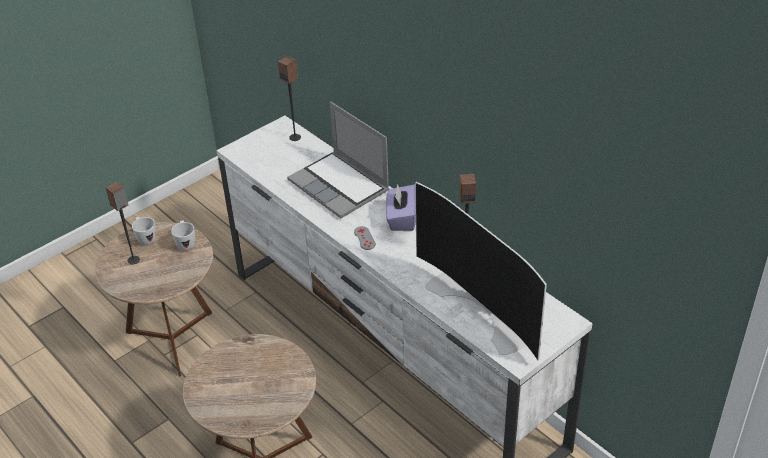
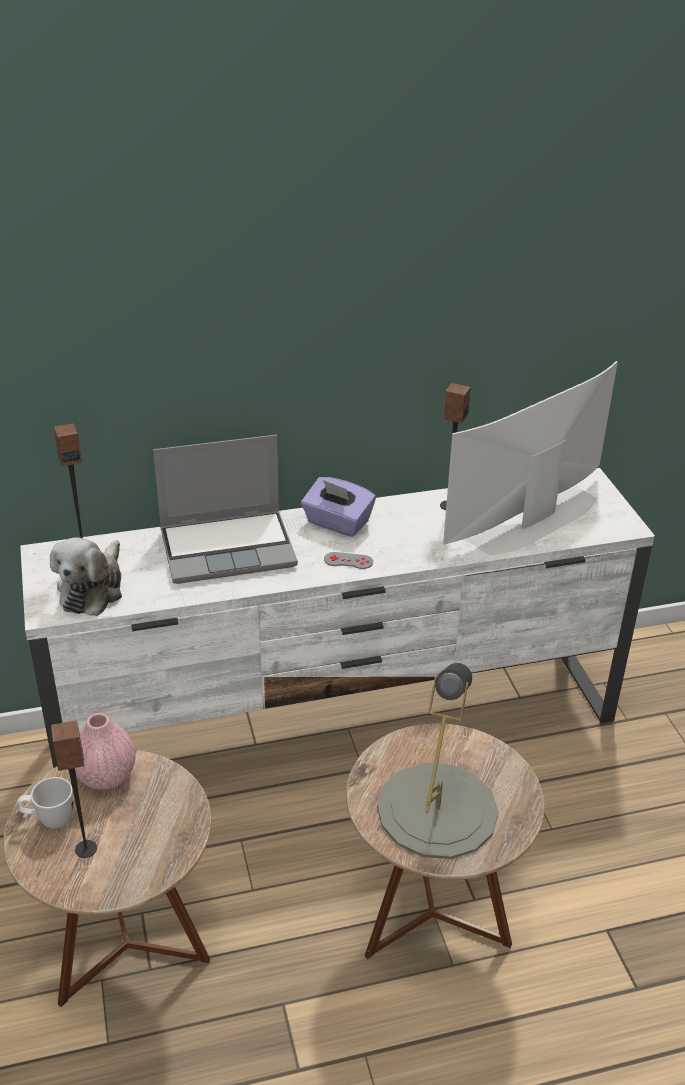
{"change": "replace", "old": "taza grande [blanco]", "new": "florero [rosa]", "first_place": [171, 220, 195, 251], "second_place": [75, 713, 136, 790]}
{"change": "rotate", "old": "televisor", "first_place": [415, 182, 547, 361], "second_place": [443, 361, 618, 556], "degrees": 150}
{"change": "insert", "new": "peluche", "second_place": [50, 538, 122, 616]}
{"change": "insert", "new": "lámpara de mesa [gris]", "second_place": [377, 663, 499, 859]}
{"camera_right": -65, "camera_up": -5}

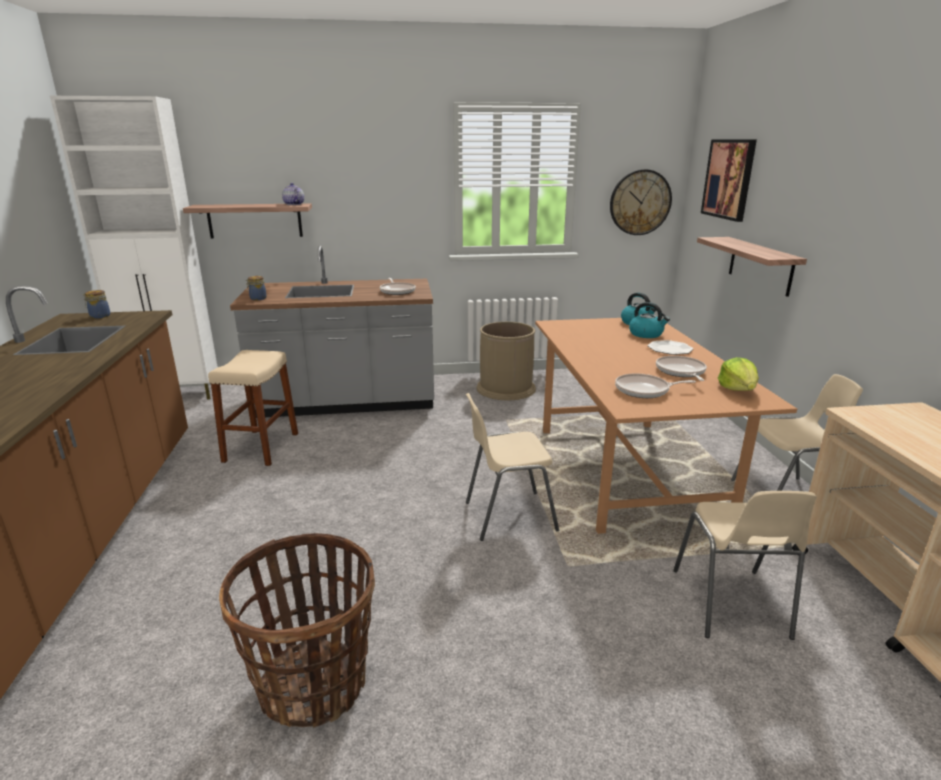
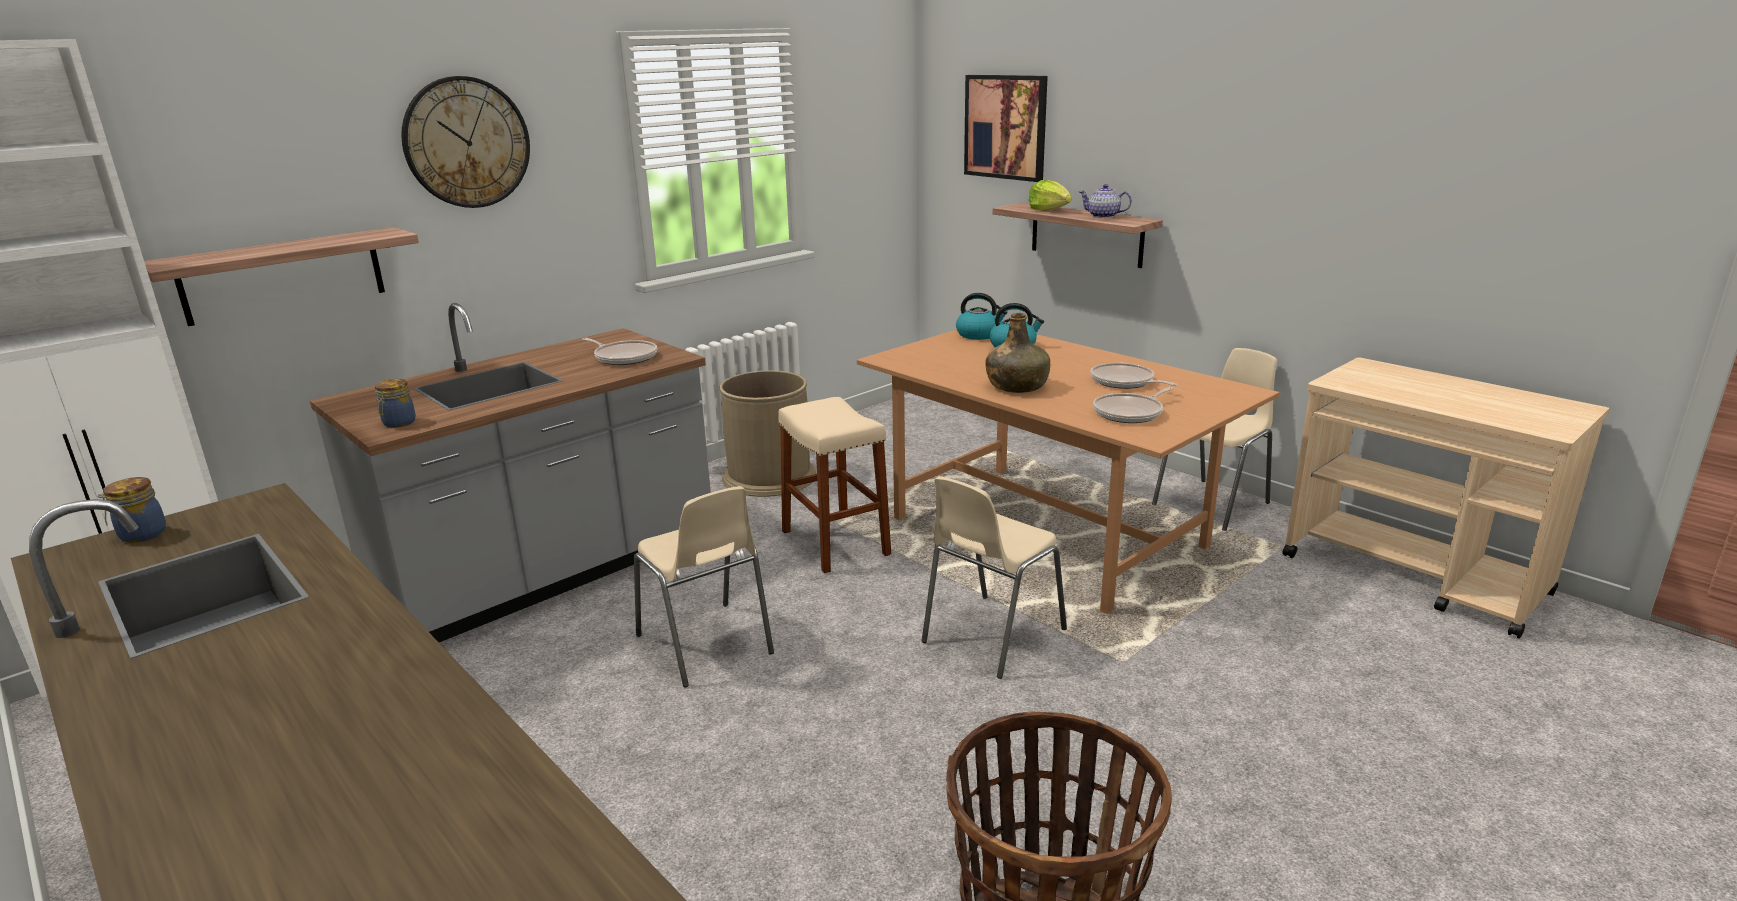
{"change": "move", "old": "taburete [beis]", "first_place": [208, 350, 298, 466], "second_place": [778, 397, 891, 573]}
{"change": "move", "old": "tetera", "first_place": [282, 183, 304, 205], "second_place": [1079, 184, 1132, 218]}
{"change": "move", "old": "reloj de pared", "first_place": [610, 169, 672, 235], "second_place": [401, 76, 530, 208]}
{"change": "delete", "old": "plato", "first_place": [648, 340, 693, 355]}
{"change": "move", "old": "silla [beis]", "first_place": [673, 491, 817, 640], "second_place": [634, 486, 774, 688]}
{"change": "move", "old": "lechuga", "first_place": [718, 357, 759, 391], "second_place": [1028, 180, 1072, 211]}
{"change": "insert", "new": "botella [verde]", "second_place": [985, 313, 1050, 393]}
{"camera_right": -35, "camera_up": 0}

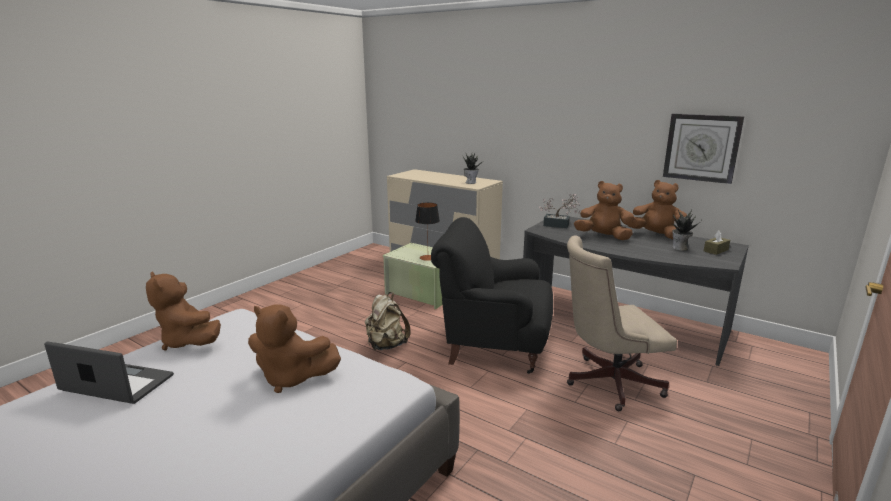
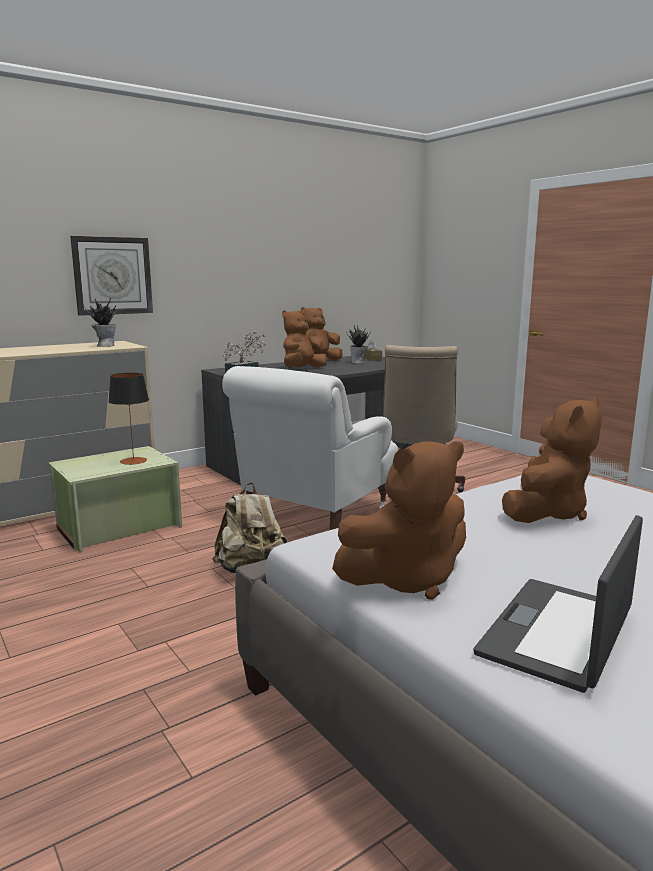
{"change": "recolor", "old": "sillón [negro]", "new": "sillón [blanco]", "first_place": [431, 217, 553, 374], "second_place": [222, 366, 398, 530]}
{"change": "move", "old": "reloj de pared", "first_place": [663, 113, 744, 184], "second_place": [70, 236, 153, 316]}
{"camera_right": -70, "camera_up": -5}

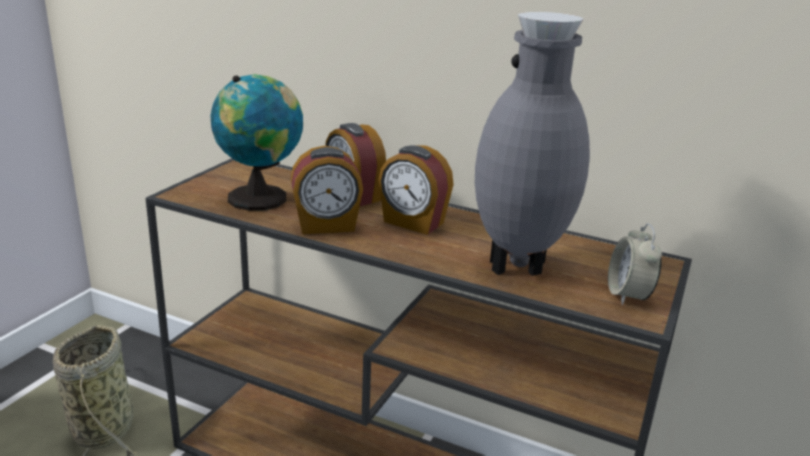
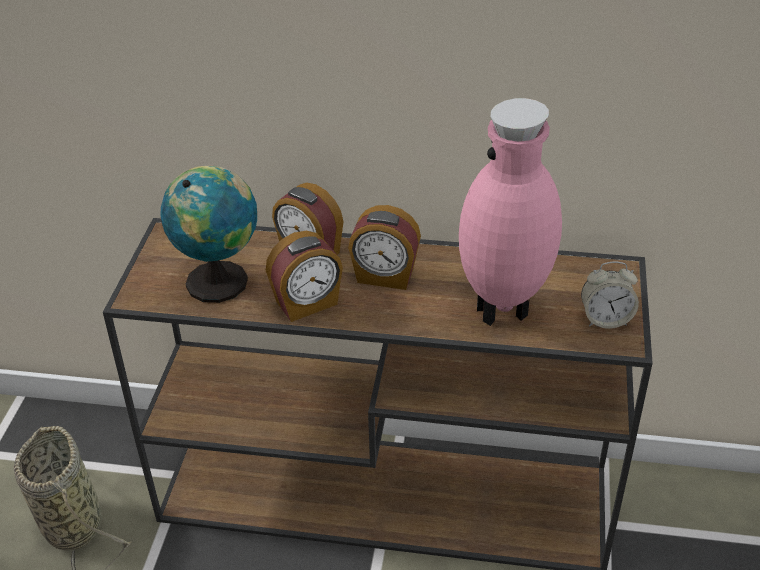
{"change": "recolor", "old": "florero [gris]", "new": "florero [rosa]", "first_place": [475, 12, 590, 276], "second_place": [459, 98, 562, 326]}
{"change": "rotate", "old": "despertador", "first_place": [608, 223, 662, 305], "second_place": [581, 261, 639, 329], "degrees": -75}
{"camera_right": -15, "camera_up": 15}

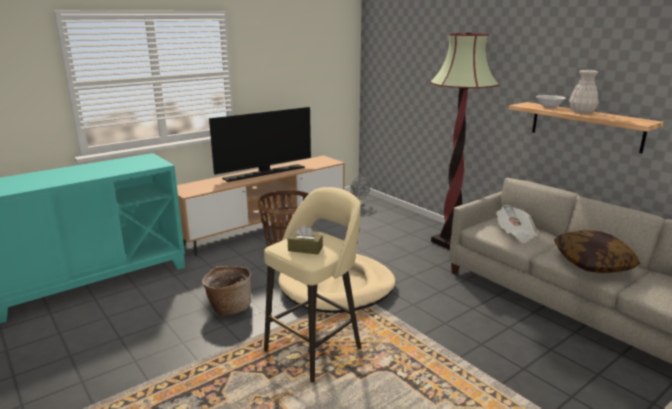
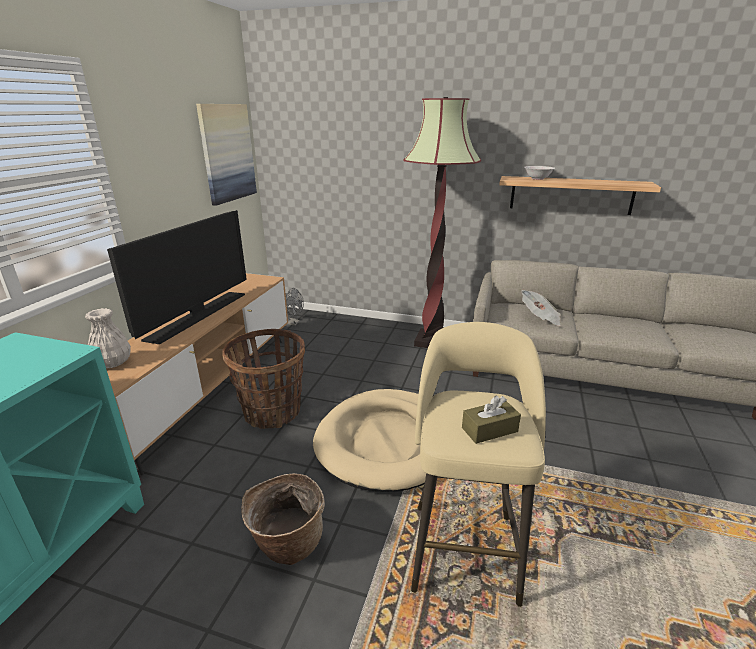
{"change": "delete", "old": "cojín", "first_place": [554, 230, 640, 273]}
{"change": "move", "old": "florero [blanco]", "first_place": [569, 70, 599, 114], "second_place": [85, 308, 131, 368]}
{"change": "insert", "new": "cuadro", "second_place": [196, 104, 257, 206]}
{"camera_right": -35, "camera_up": 5}

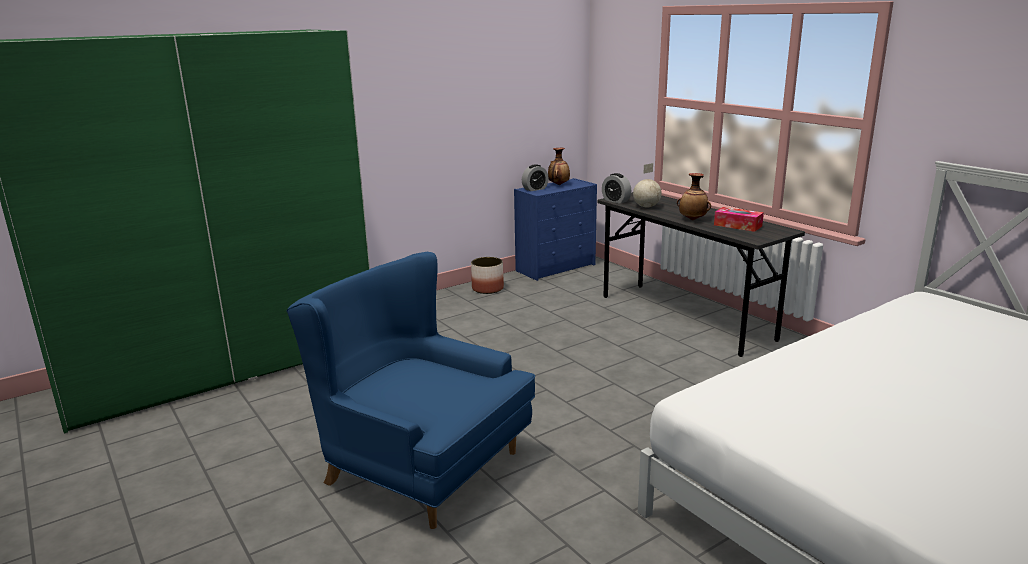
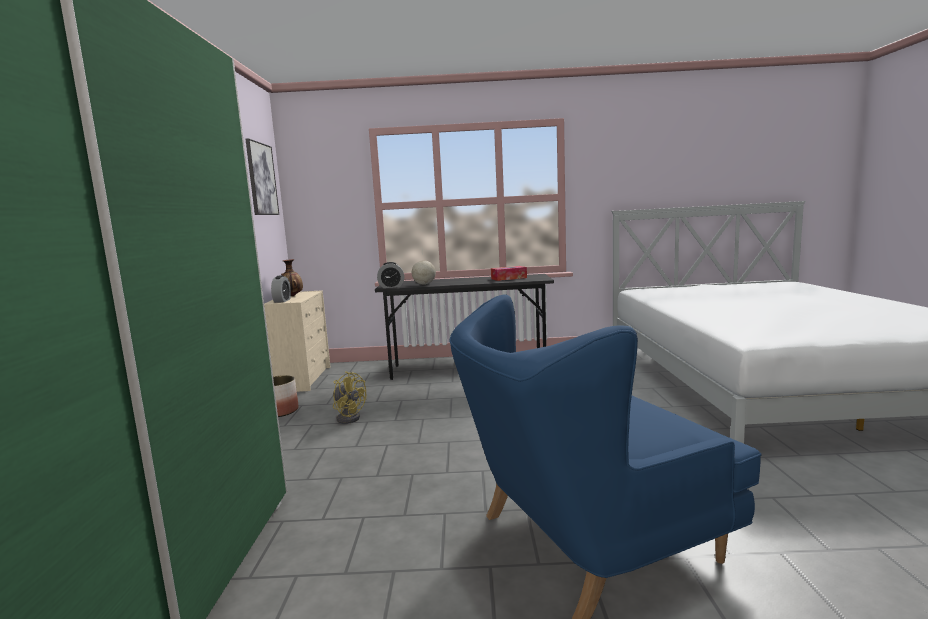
{"change": "recolor", "old": "cómoda [azul]", "new": "cómoda [beis]", "first_place": [514, 178, 597, 281], "second_place": [264, 290, 331, 392]}
{"change": "delete", "old": "florero", "first_place": [677, 173, 711, 220]}
{"change": "insert", "new": "cuadro", "second_place": [245, 138, 279, 215]}
{"change": "insert", "new": "ventilador [amarillo]", "second_place": [333, 371, 366, 424]}
{"camera_right": -55, "camera_up": -10}

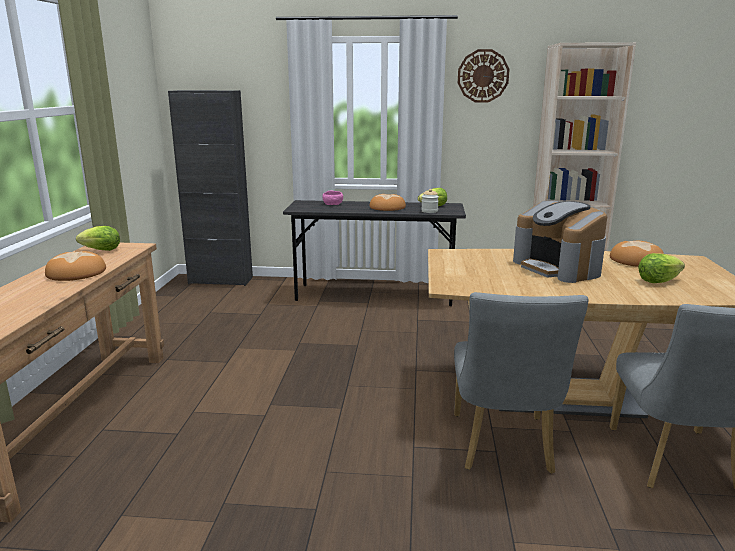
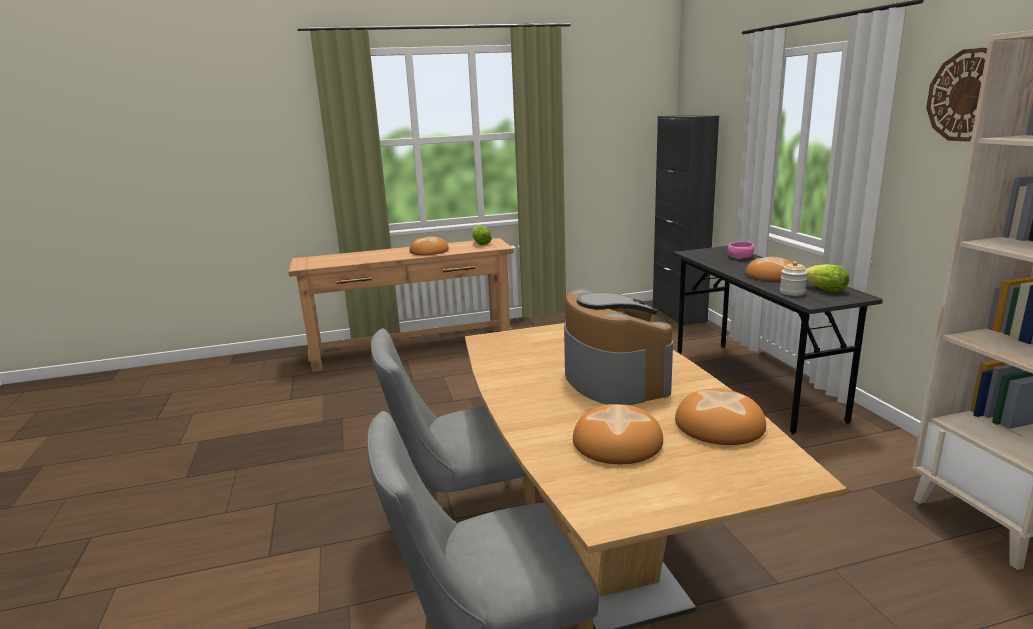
{"change": "rotate", "old": "cafetera", "first_place": [513, 201, 607, 283], "second_place": [564, 288, 673, 405], "degrees": 120}
{"change": "replace", "old": "lechuga", "new": "pan", "first_place": [638, 253, 685, 283], "second_place": [573, 404, 663, 464]}
{"camera_right": 70, "camera_up": 0}

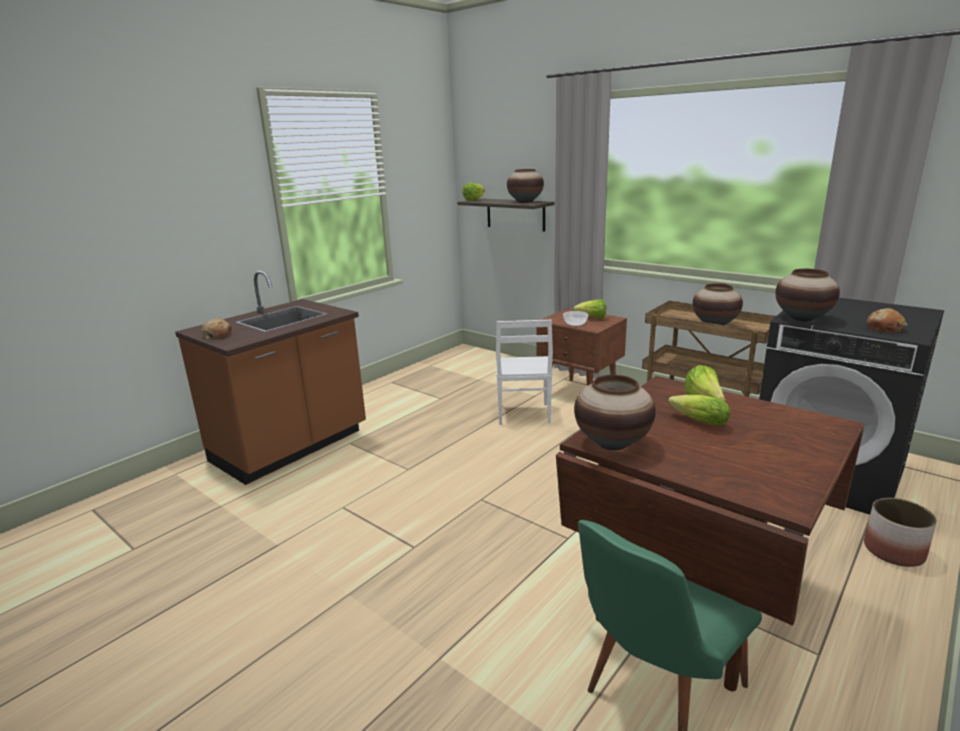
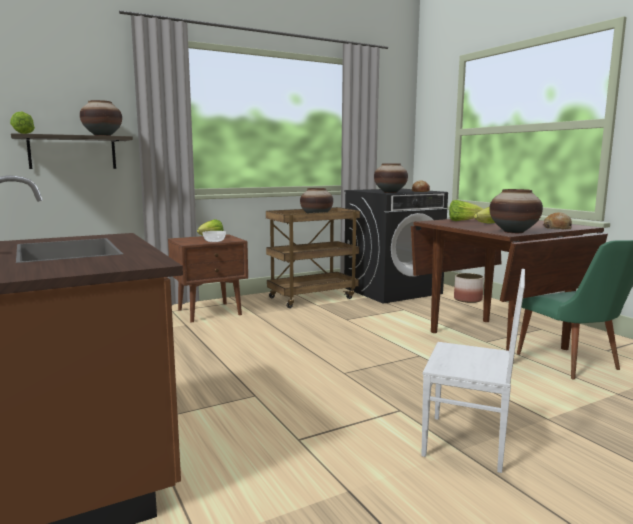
{"change": "move", "old": "pan", "first_place": [202, 318, 232, 339], "second_place": [543, 212, 572, 229]}
{"change": "move", "old": "silla [blanco]", "first_place": [496, 320, 553, 425], "second_place": [421, 269, 525, 473]}
{"camera_right": -70, "camera_up": -10}

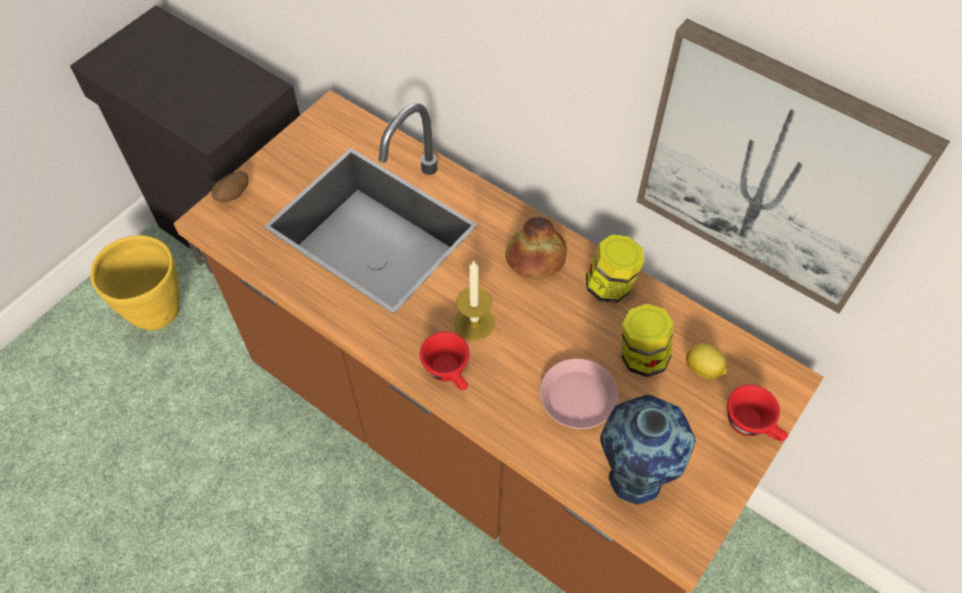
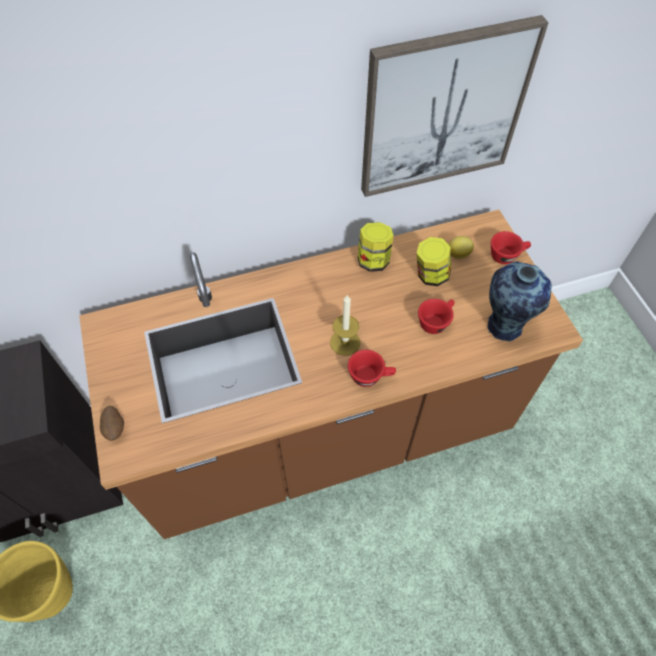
{"change": "delete", "old": "pan", "first_place": [505, 217, 567, 280]}
{"change": "replace", "old": "plato [rosa]", "new": "taza [rojo]", "first_place": [540, 358, 618, 429], "second_place": [418, 299, 455, 334]}
{"camera_right": -55, "camera_up": 0}

